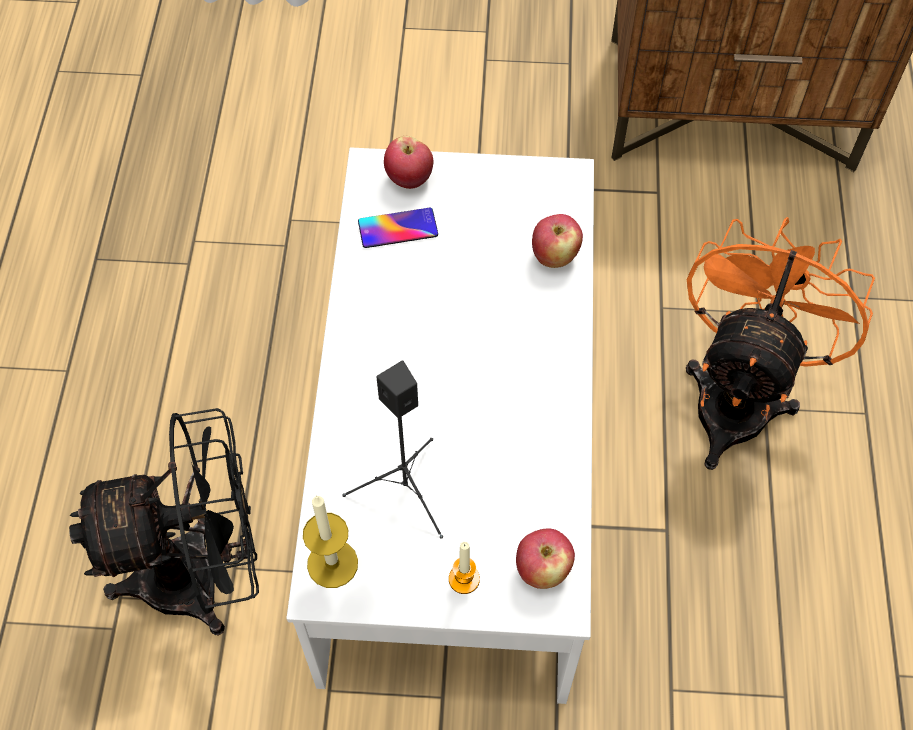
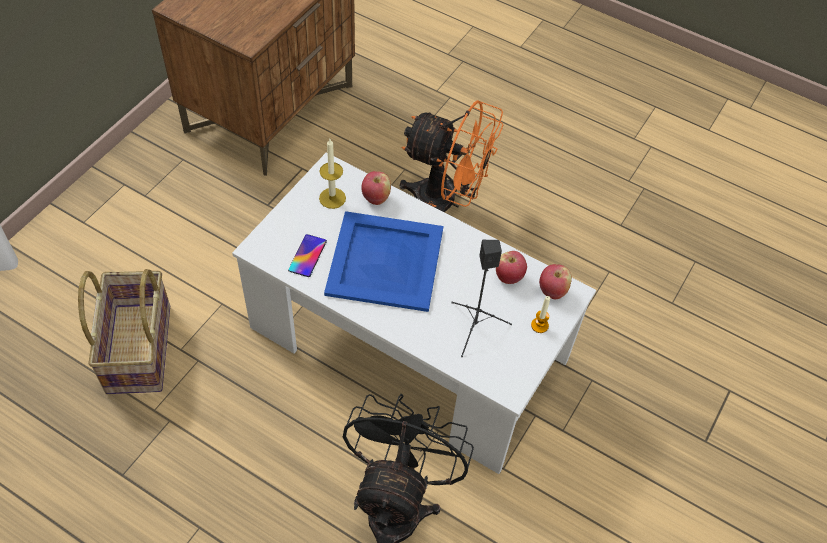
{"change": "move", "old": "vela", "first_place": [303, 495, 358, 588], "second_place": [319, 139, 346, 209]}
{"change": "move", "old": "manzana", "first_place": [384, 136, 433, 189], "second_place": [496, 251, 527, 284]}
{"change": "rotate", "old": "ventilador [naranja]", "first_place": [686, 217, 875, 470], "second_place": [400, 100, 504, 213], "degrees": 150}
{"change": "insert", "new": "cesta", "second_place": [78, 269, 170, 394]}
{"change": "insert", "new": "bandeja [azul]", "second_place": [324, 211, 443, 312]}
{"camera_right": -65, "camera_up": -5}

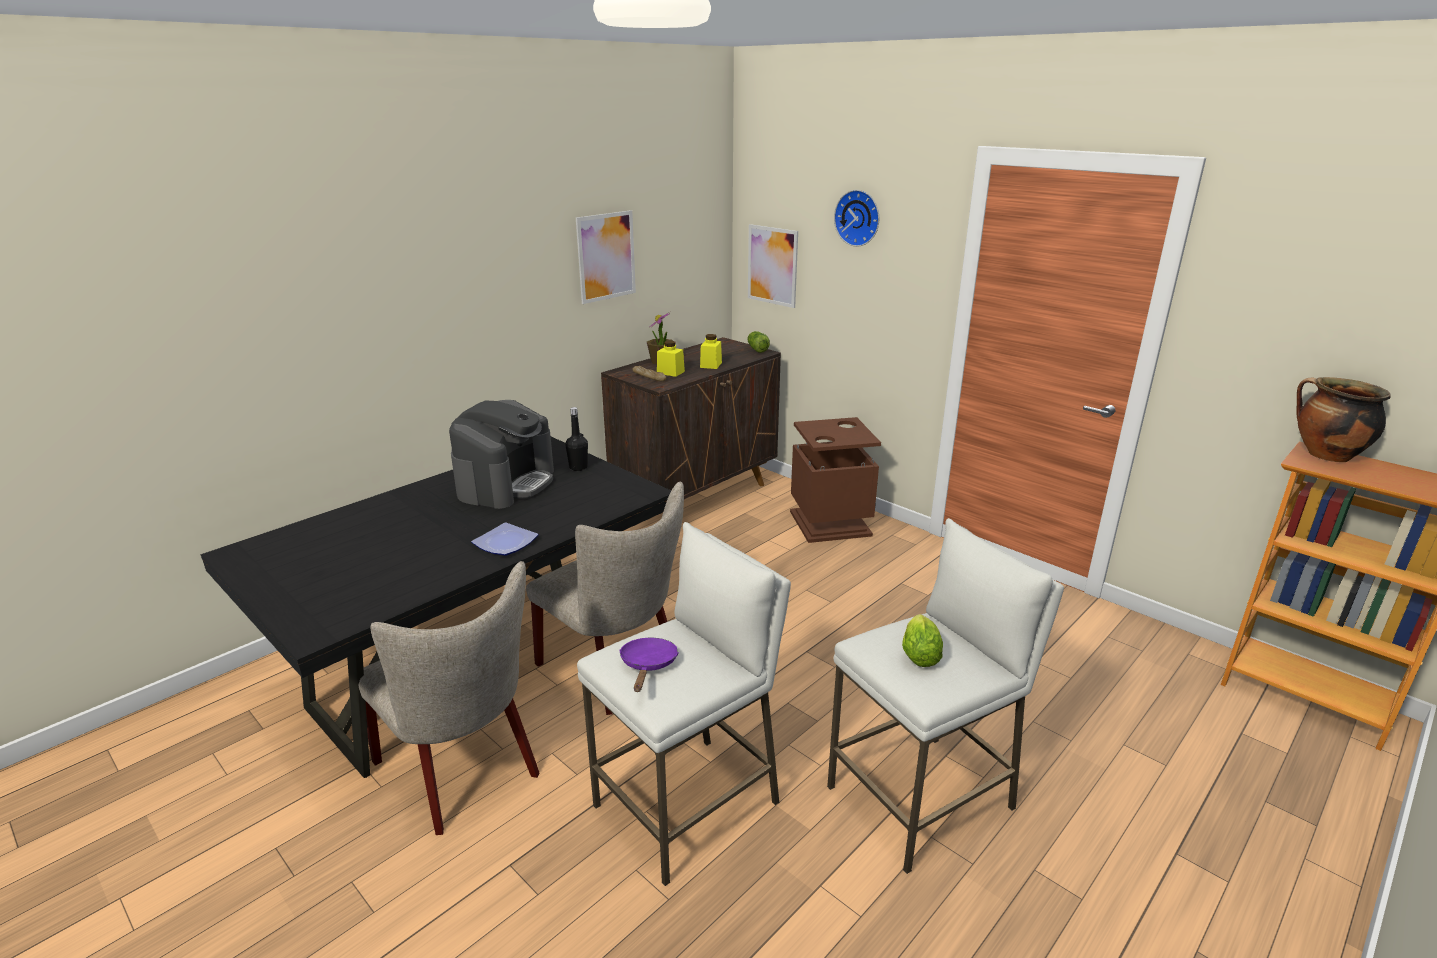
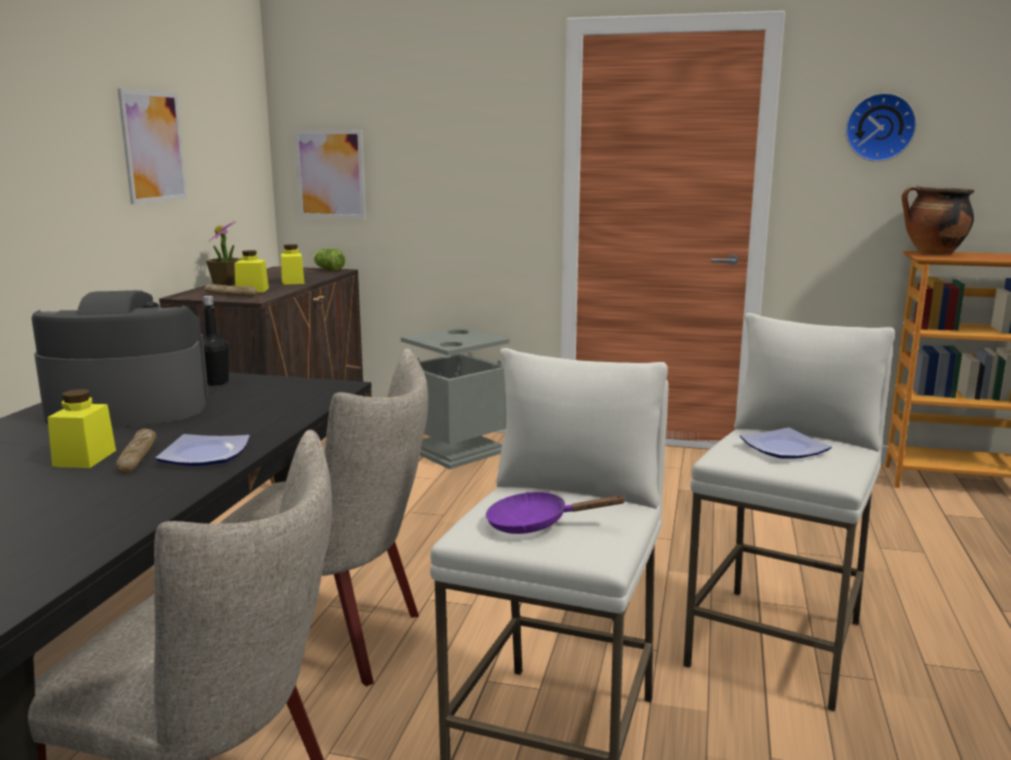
{"change": "rotate", "old": "cafetera", "first_place": [449, 400, 554, 509], "second_place": [31, 290, 209, 428], "degrees": -90}
{"change": "rotate", "old": "sartén [morado]", "first_place": [619, 638, 679, 692], "second_place": [486, 492, 627, 534], "degrees": -60}
{"change": "recolor", "old": "papelera [marrón]", "new": "papelera [gris]", "first_place": [790, 417, 881, 543], "second_place": [401, 327, 510, 469]}
{"change": "move", "old": "reloj de pared", "first_place": [834, 190, 879, 247], "second_place": [845, 93, 917, 162]}
{"change": "replace", "old": "lechuga", "new": "plato", "first_place": [902, 614, 943, 667], "second_place": [740, 428, 832, 459]}
{"change": "insert", "new": "tarro [amarillo]", "second_place": [48, 389, 116, 468]}
{"change": "insert", "new": "pan", "second_place": [116, 429, 156, 473]}
{"camera_right": -30, "camera_up": -10}

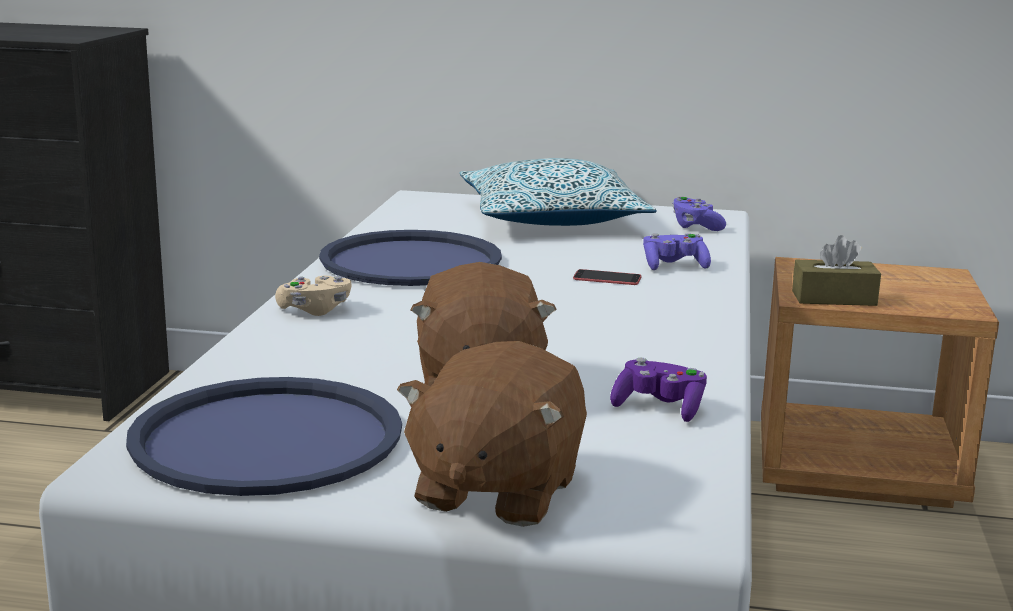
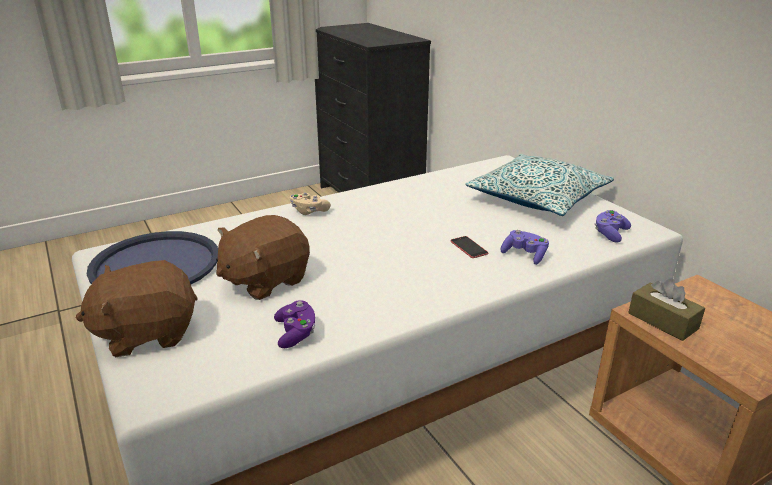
{"change": "delete", "old": "bandeja [azul]", "first_place": [319, 230, 502, 286]}
{"camera_right": 50, "camera_up": 10}

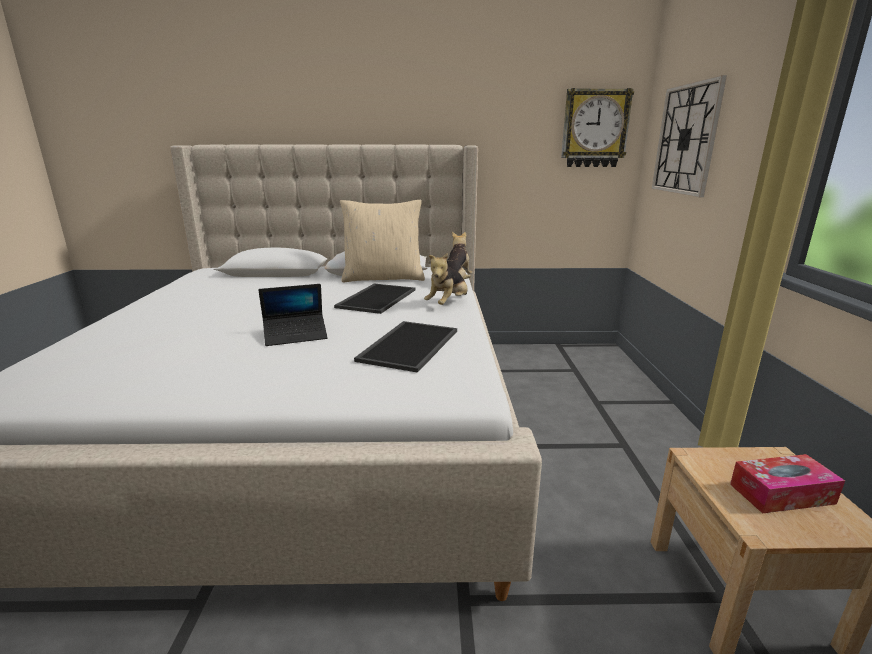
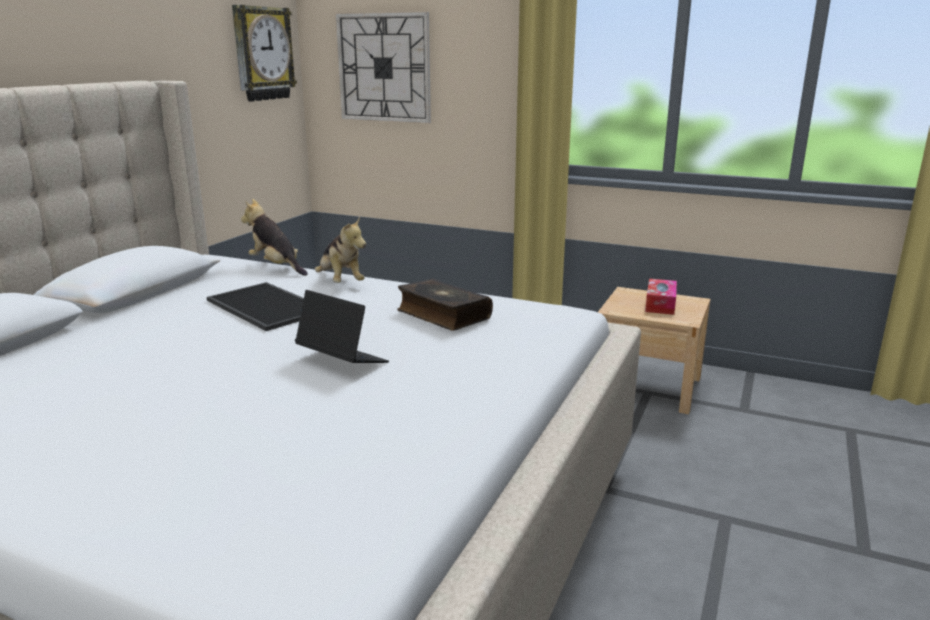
{"change": "rotate", "old": "portátil", "first_place": [259, 284, 328, 346], "second_place": [295, 290, 389, 363], "degrees": -60}
{"change": "delete", "old": "cojín [beis]", "first_place": [340, 200, 425, 282]}
{"change": "replace", "old": "bandeja", "new": "libro", "first_place": [354, 321, 457, 373], "second_place": [397, 279, 493, 331]}
{"camera_right": -65, "camera_up": 0}

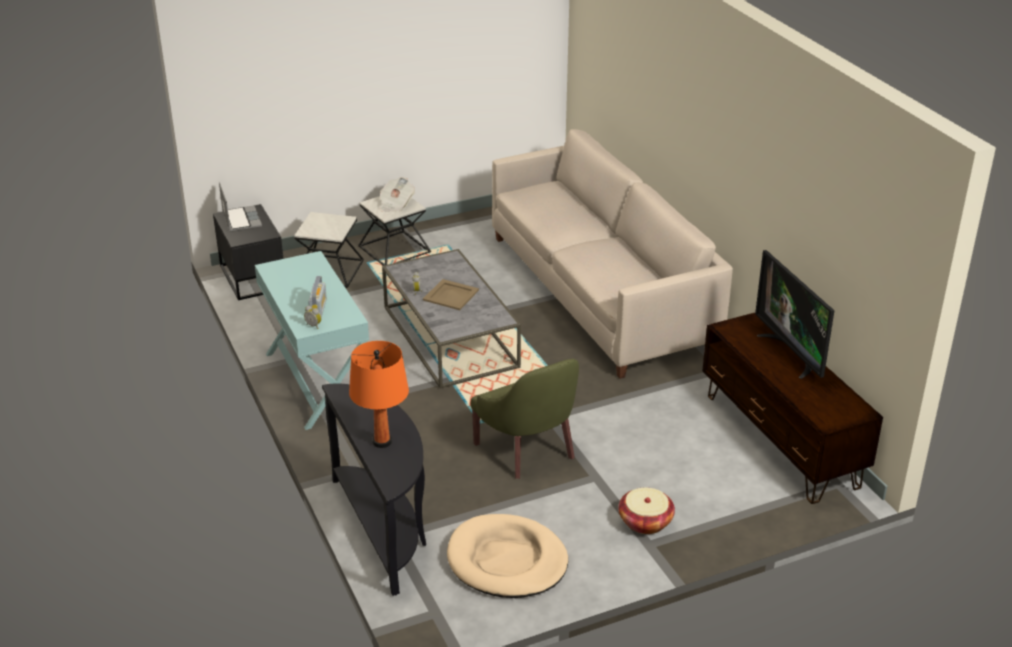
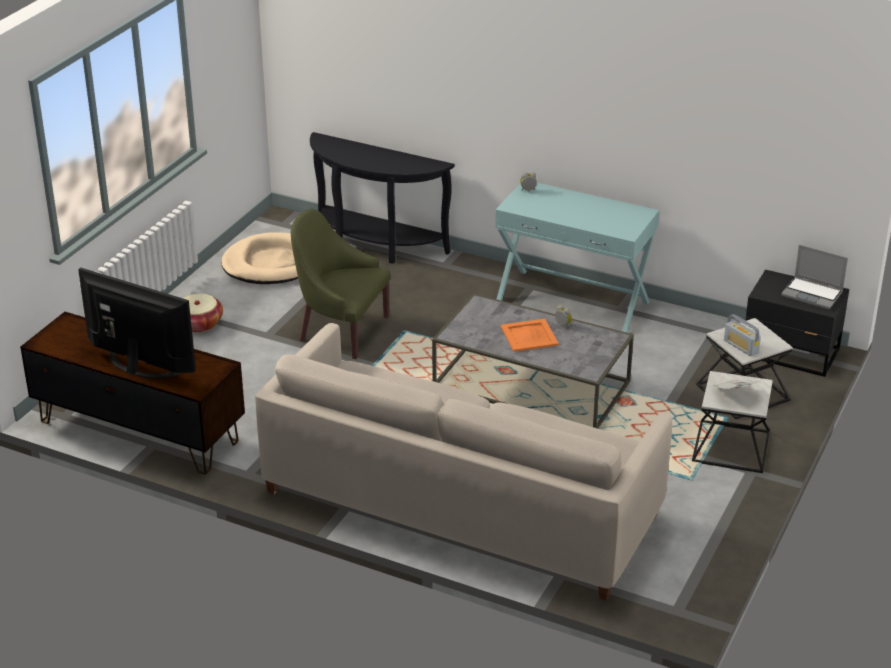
{"change": "move", "old": "radio", "first_place": [308, 276, 327, 317], "second_place": [724, 314, 761, 356]}
{"change": "delete", "old": "lámpara de mesa [naranja]", "first_place": [349, 341, 409, 448]}
{"change": "recolor", "old": "bandeja [beis]", "new": "bandeja [naranja]", "first_place": [423, 279, 479, 310], "second_place": [501, 319, 559, 352]}
{"camera_right": 140, "camera_up": 0}

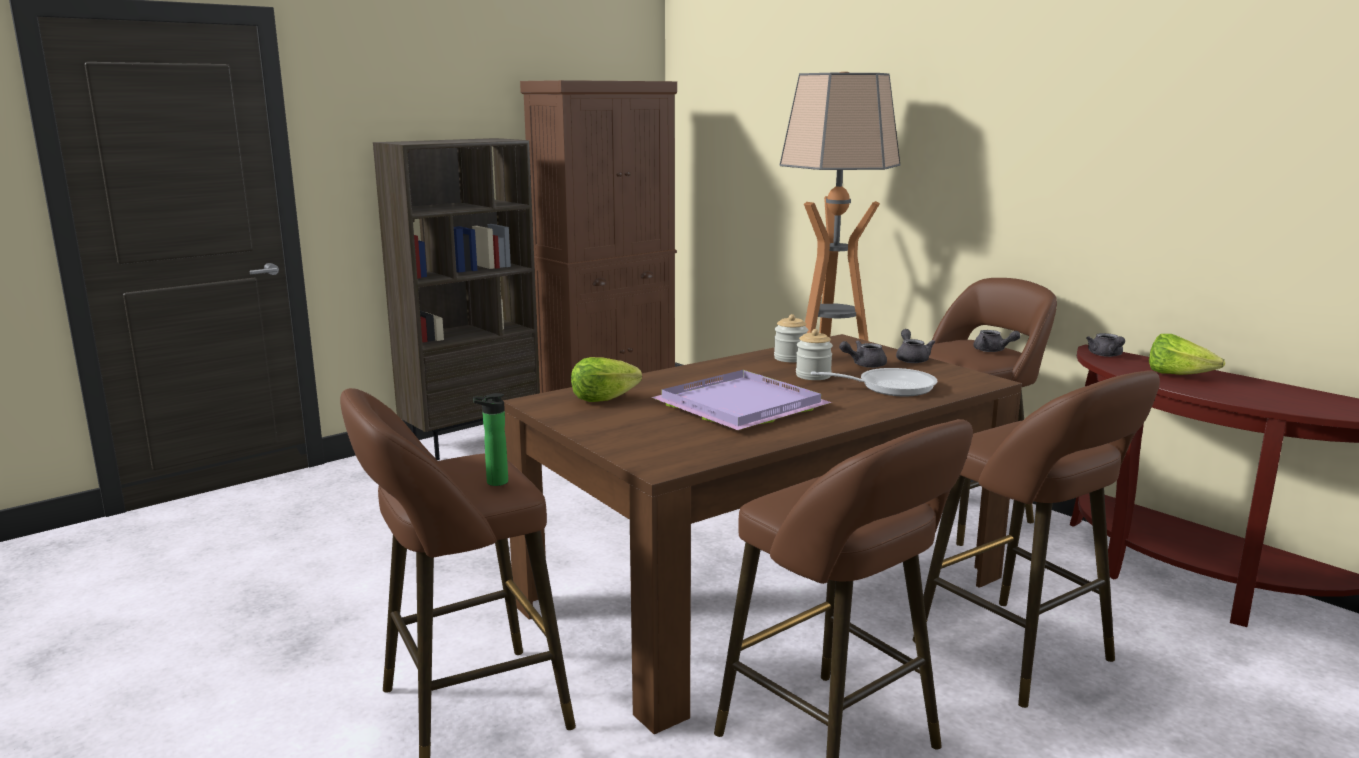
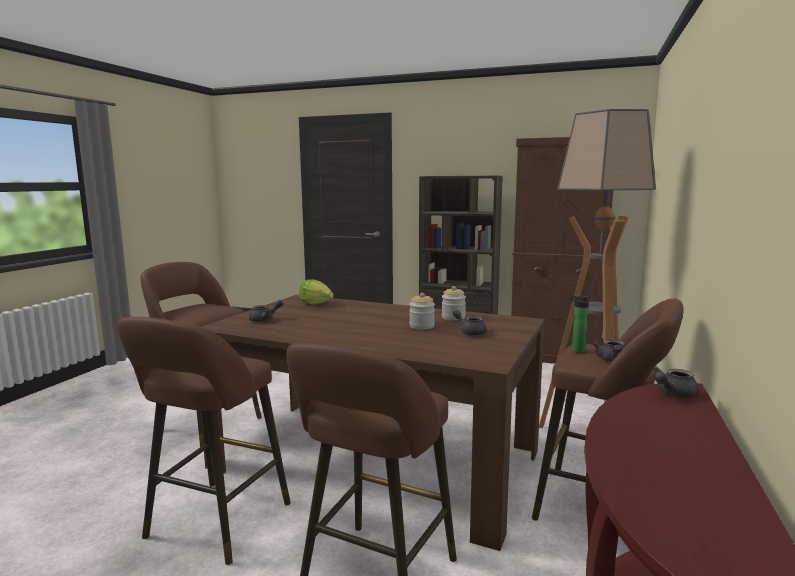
{"change": "move", "old": "botella", "first_place": [473, 393, 508, 486], "second_place": [570, 296, 589, 352]}
{"change": "delete", "old": "bandeja [morado]", "first_place": [651, 370, 832, 430]}
{"change": "delete", "old": "sartén", "first_place": [811, 368, 937, 396]}
{"change": "move", "old": "tetera [gris]", "first_place": [896, 329, 935, 363], "second_place": [249, 300, 284, 322]}
{"change": "delete", "old": "lechuga", "first_place": [1149, 334, 1225, 375]}
{"camera_right": 60, "camera_up": -5}

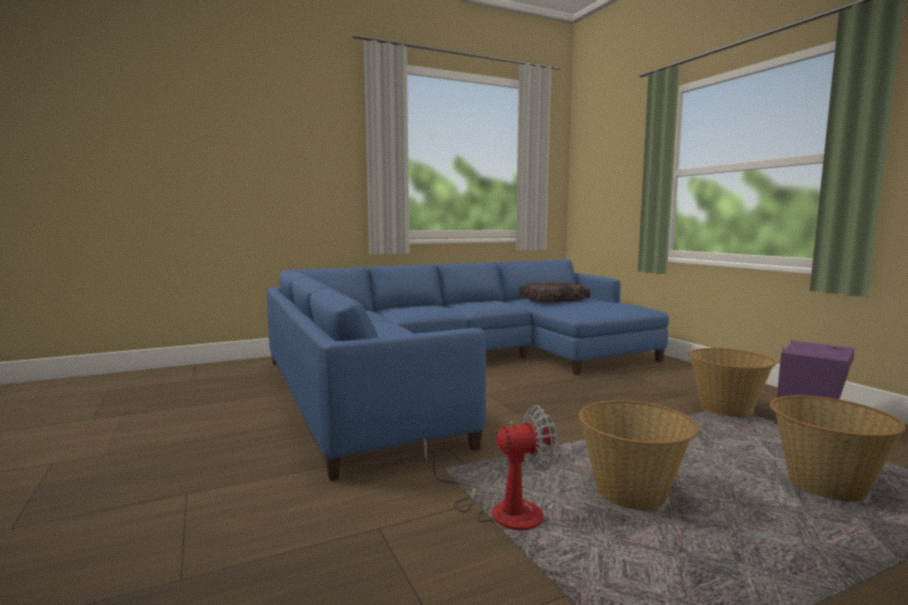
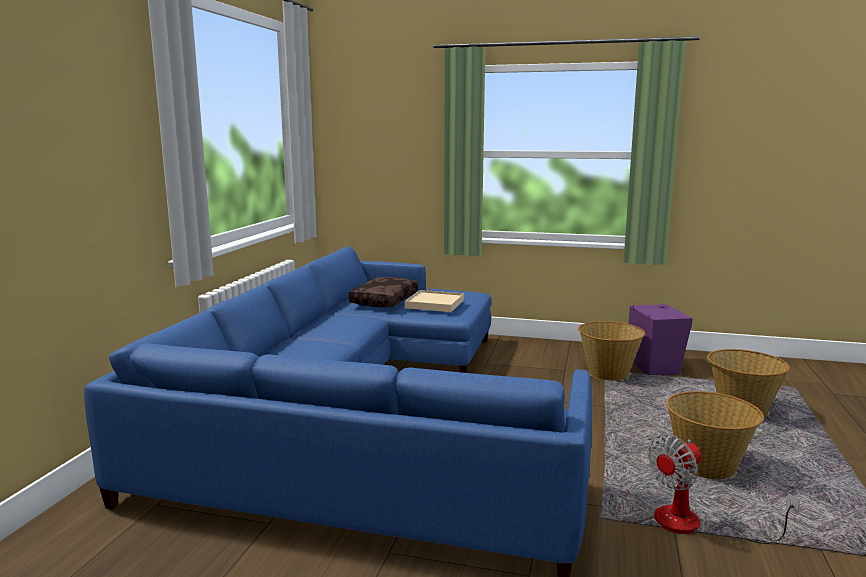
{"change": "rotate", "old": "ventilador", "first_place": [424, 405, 558, 530], "second_place": [647, 434, 800, 544], "degrees": -150}
{"change": "insert", "new": "bandeja [beis]", "second_place": [405, 290, 464, 312]}
{"camera_right": -50, "camera_up": 5}

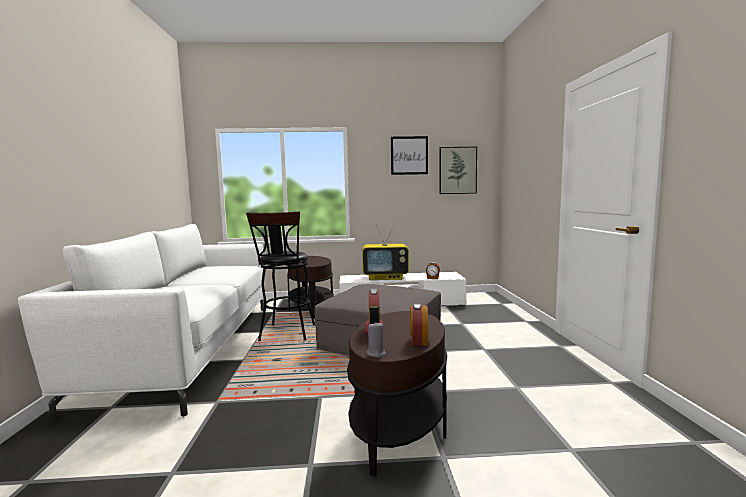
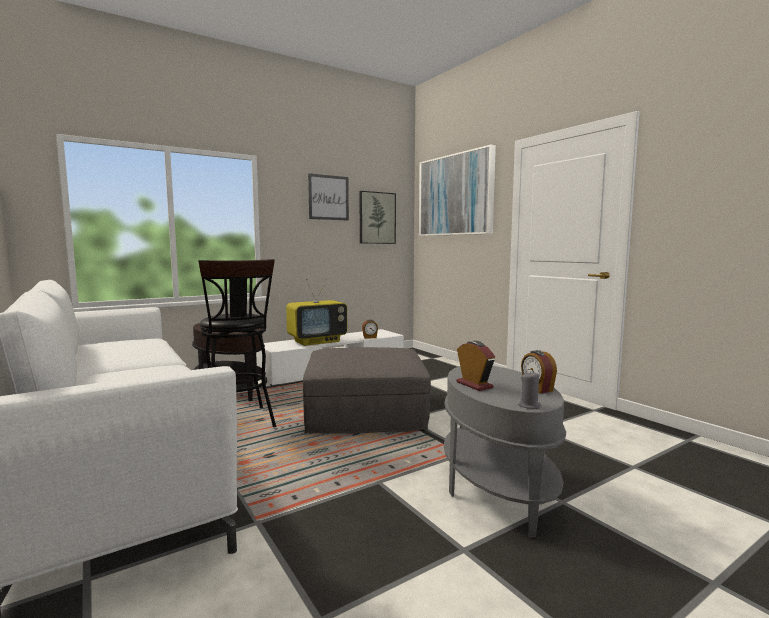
{"change": "recolor", "old": "mesa auxiliar [marrón]", "new": "mesa auxiliar [gris]", "first_place": [347, 311, 447, 477], "second_place": [444, 366, 566, 538]}
{"change": "insert", "new": "cuadro", "second_place": [419, 145, 496, 236]}
{"camera_right": -30, "camera_up": 0}

